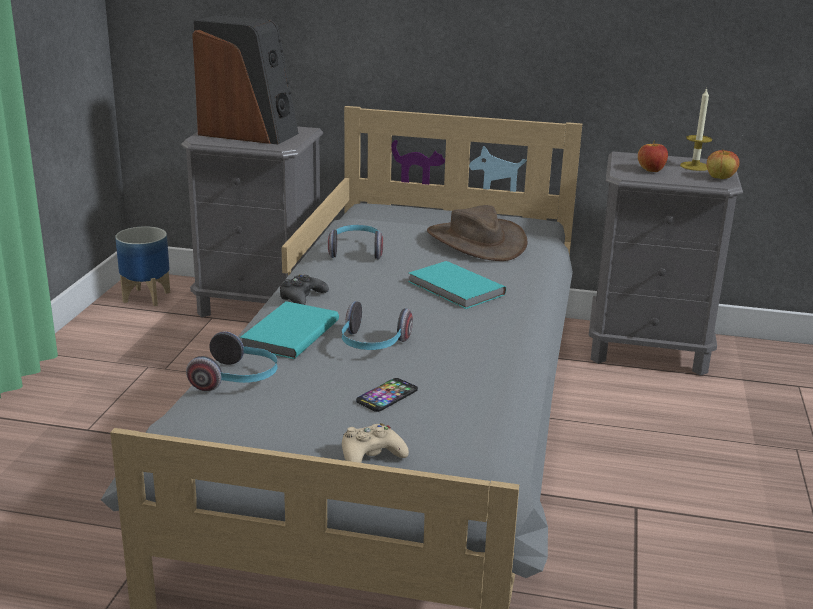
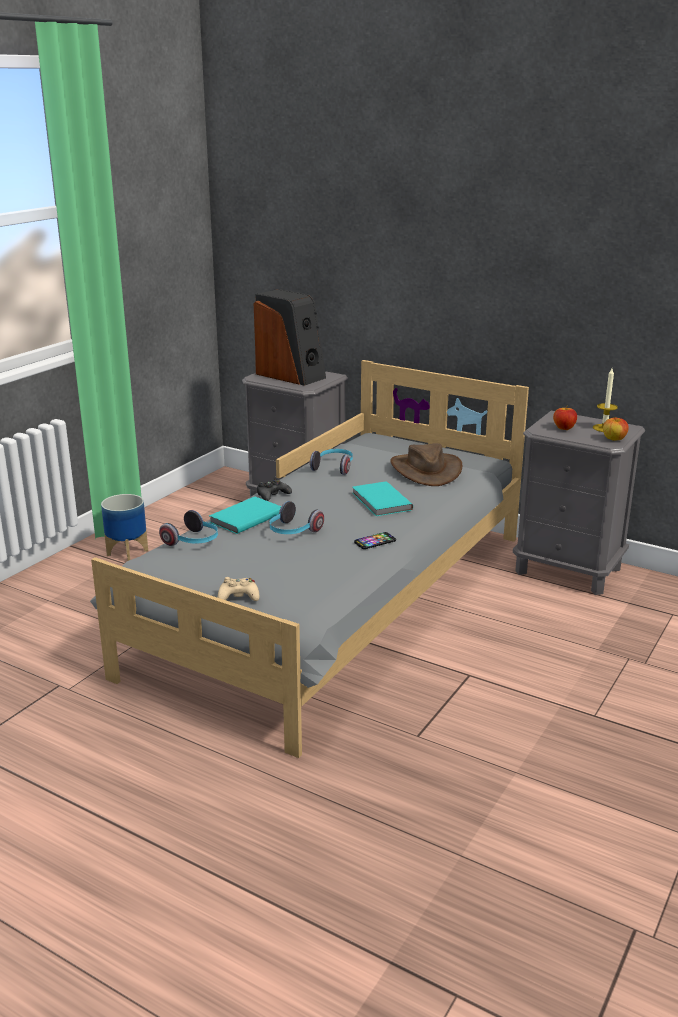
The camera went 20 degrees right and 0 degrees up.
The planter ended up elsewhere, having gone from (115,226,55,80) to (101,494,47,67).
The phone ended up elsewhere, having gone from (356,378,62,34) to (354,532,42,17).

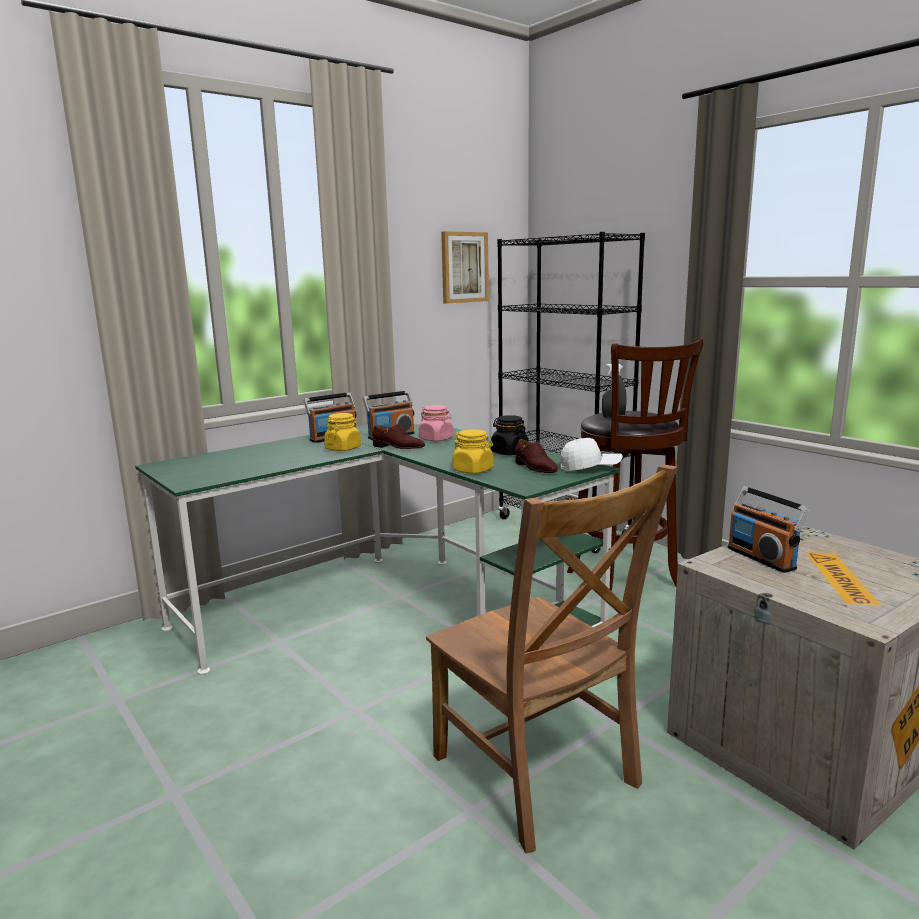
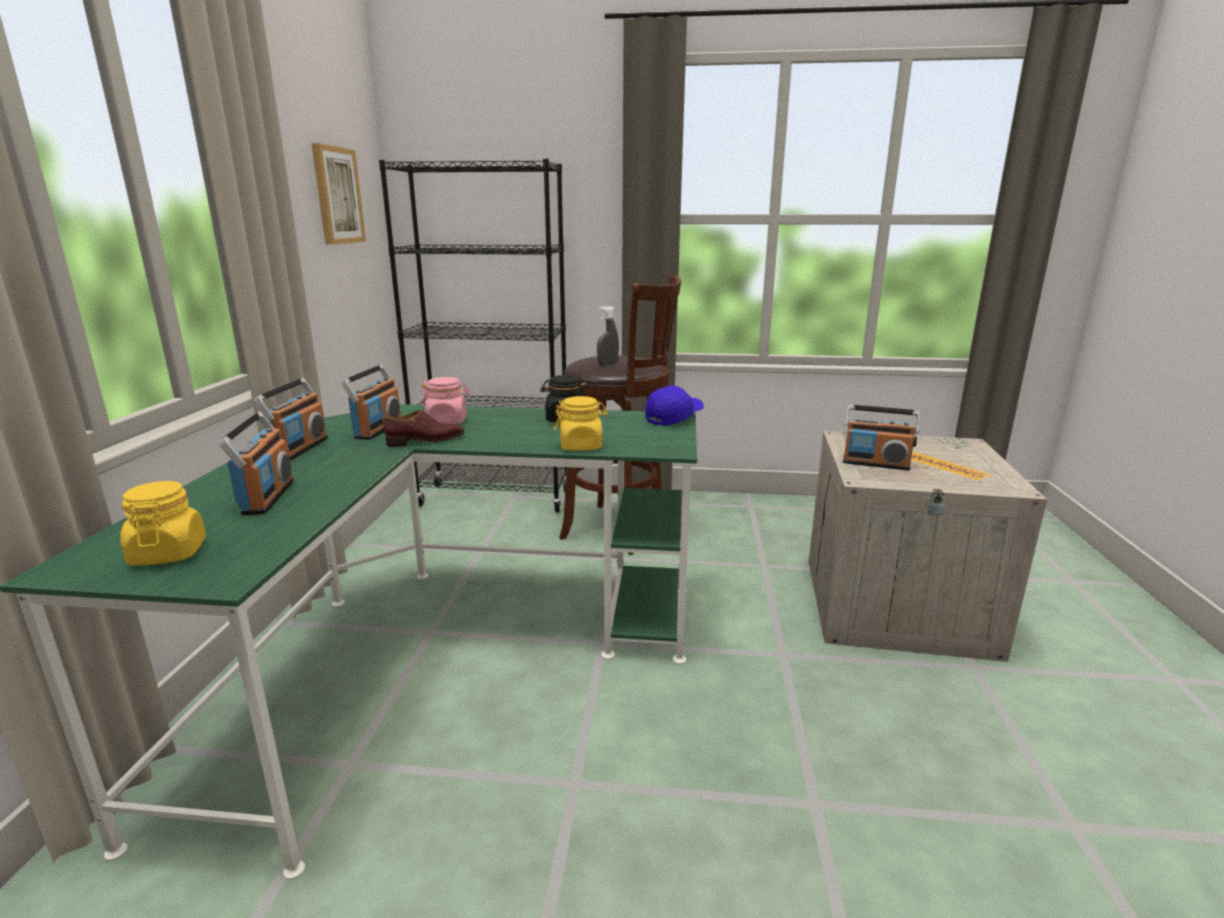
The camera went 45 degrees left and 5 degrees up.
The second view lost the chair/brown at (426,464,251,390).
The second view lost the shoe/brown at (515,439,43,34).
The second view gained the radio at (218,411,76,104).
The jar/yellow ended up elsewhere, having gone from (324,413,37,38) to (120,481,86,85).
What was the cap/white at (560,438,63,33) turned into the cap/blue at (645,386,59,40).

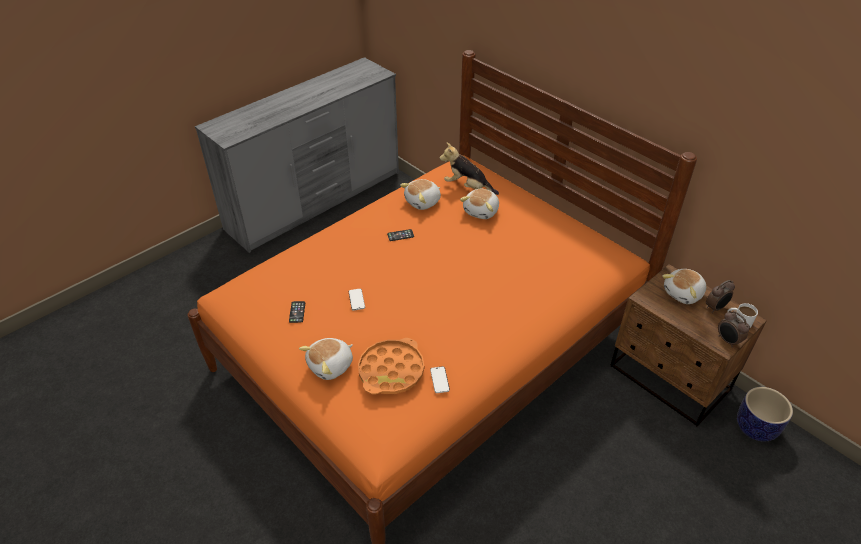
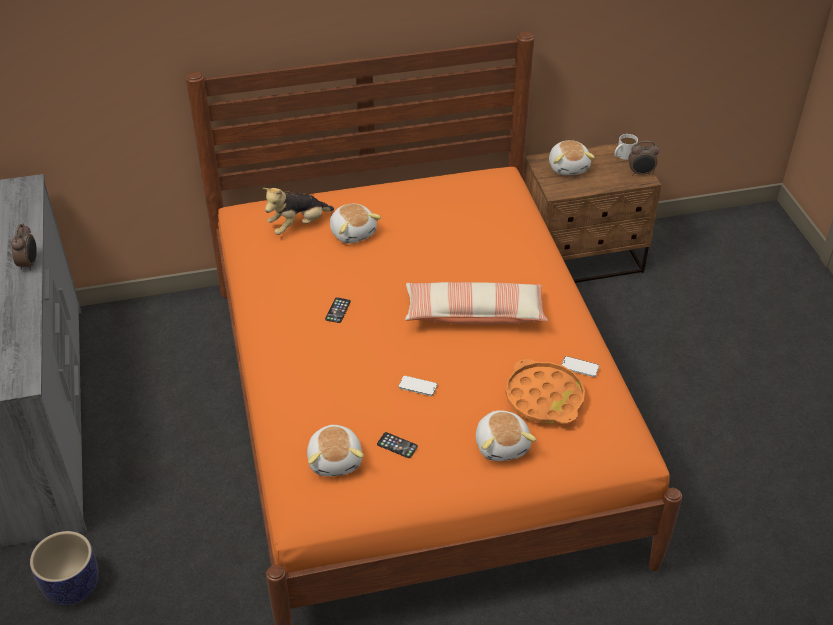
The camera went 60 degrees left and 0 degrees up.
The second view gained the pillow at (405,282,143,43).
The plush toy ended up elsewhere, having gone from (400,179,41,31) to (307,425,57,51).
The alarm clock ended up elsewhere, having gone from (706,280,29,33) to (11,224,26,47).
The planter ended up elsewhere, having gone from (737,387,56,54) to (30,531,69,74).

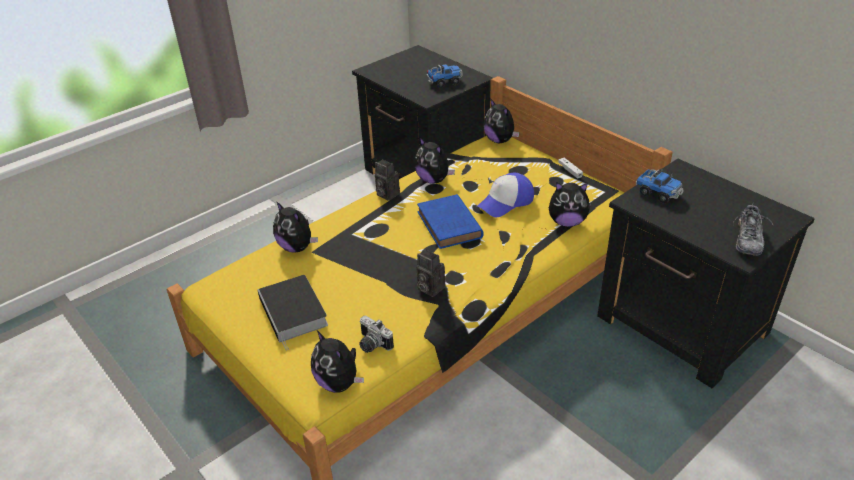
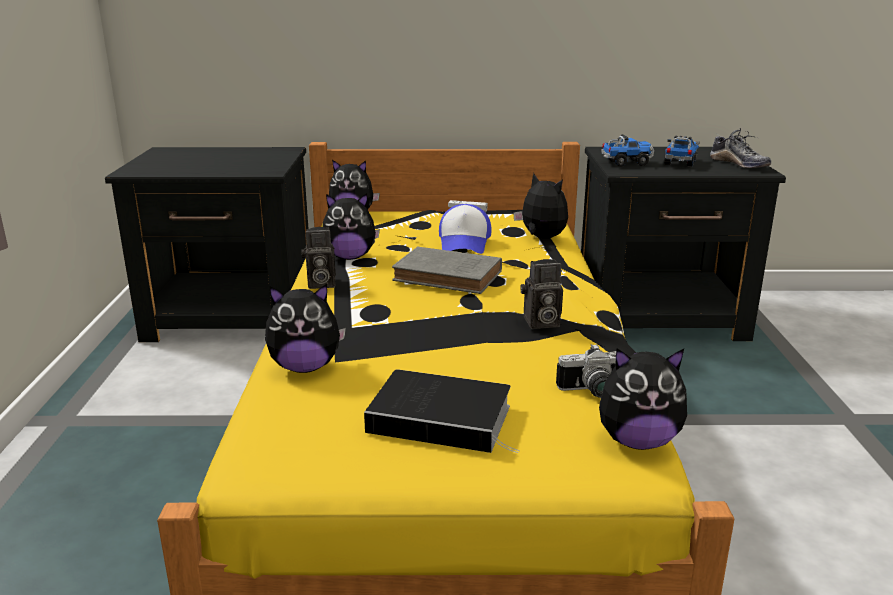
The camera went 50 degrees left and 15 degrees down.
The toy truck ended up elsewhere, having gone from (427,63,36,25) to (664,135,36,32).
What was the book/blue at (417,194,67,55) turned into the book/grey at (392,247,110,47).
The plush toy at (549,182,42,45) ended up facing another way, 90 degrees counterclockwise from before.

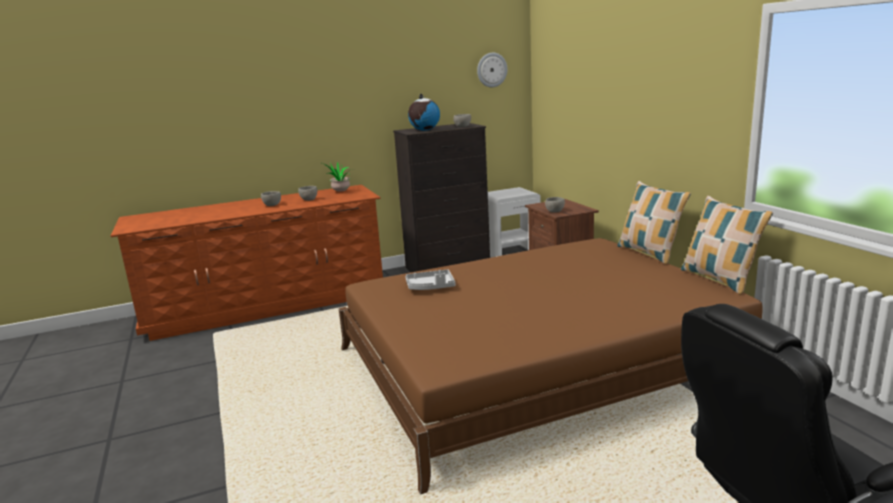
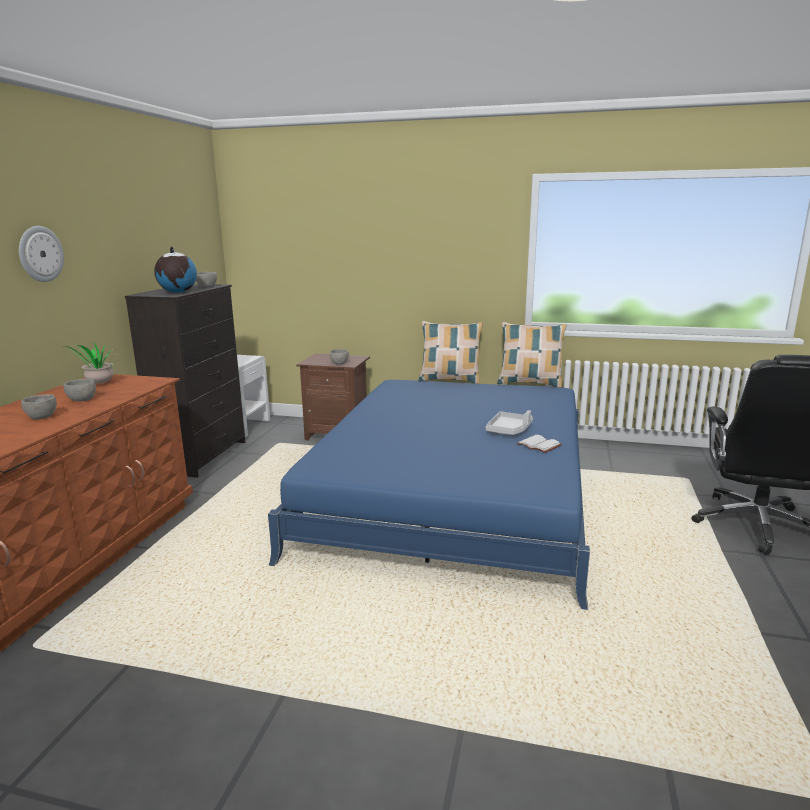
The camera went 55 degrees left and 0 degrees up.
The second view gained the book/white at (517,435,45,18).
The tray/grey ended up elsewhere, having gone from (405,269,50,21) to (486,410,47,25).
The wall clock ended up elsewhere, having gone from (477,53,30,34) to (19,226,45,56).
What was the bed/brown at (339,238,424,256) turned into the bed/blue at (268,380,322,230).

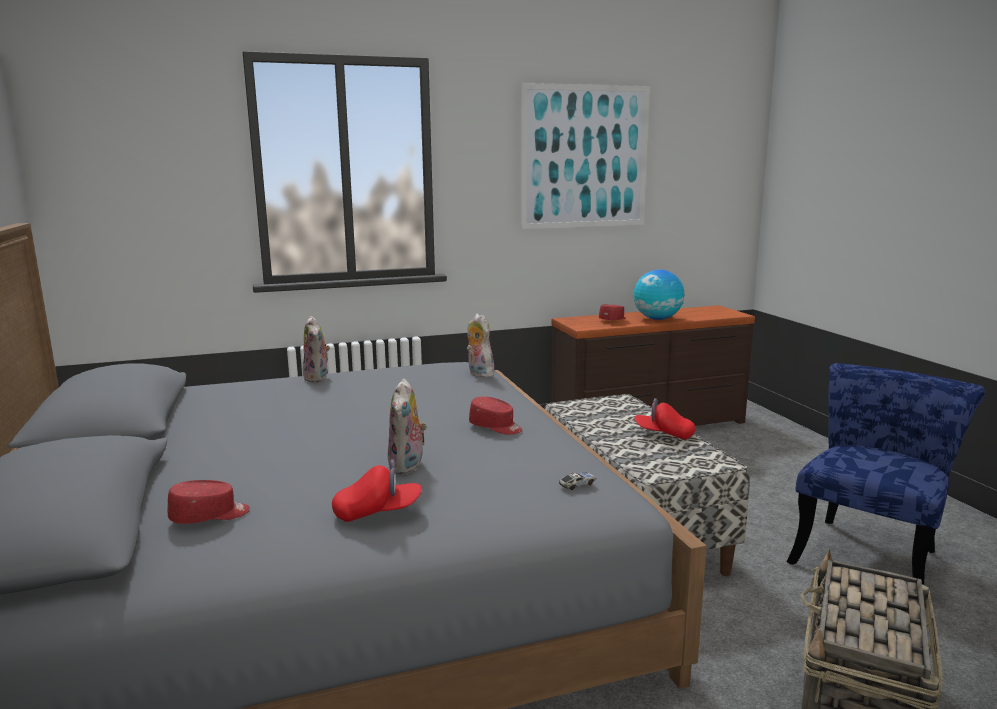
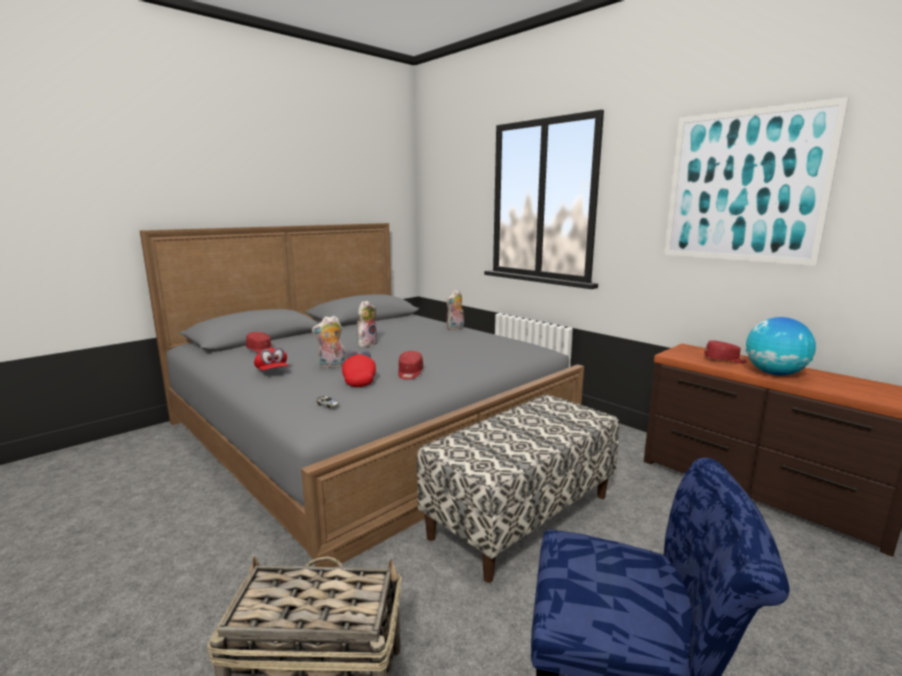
The camera went 65 degrees right and 0 degrees up.
The plush toy ended up elsewhere, having gone from (467,314,27,63) to (357,300,20,47).
The cap/red ended up elsewhere, having gone from (634,398,61,42) to (342,351,34,36).

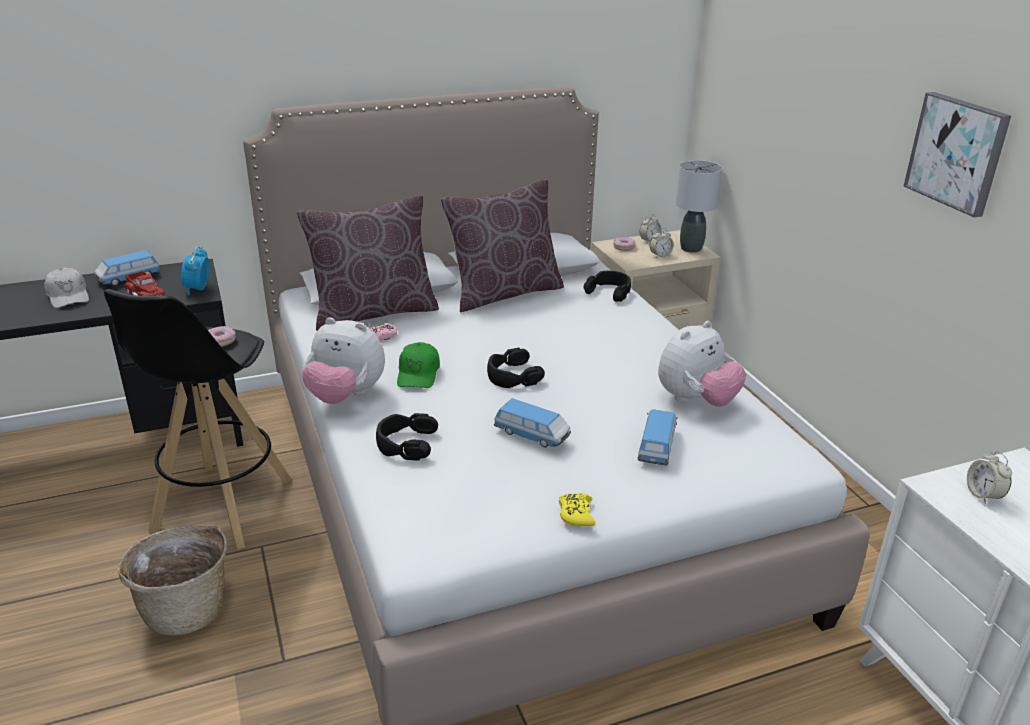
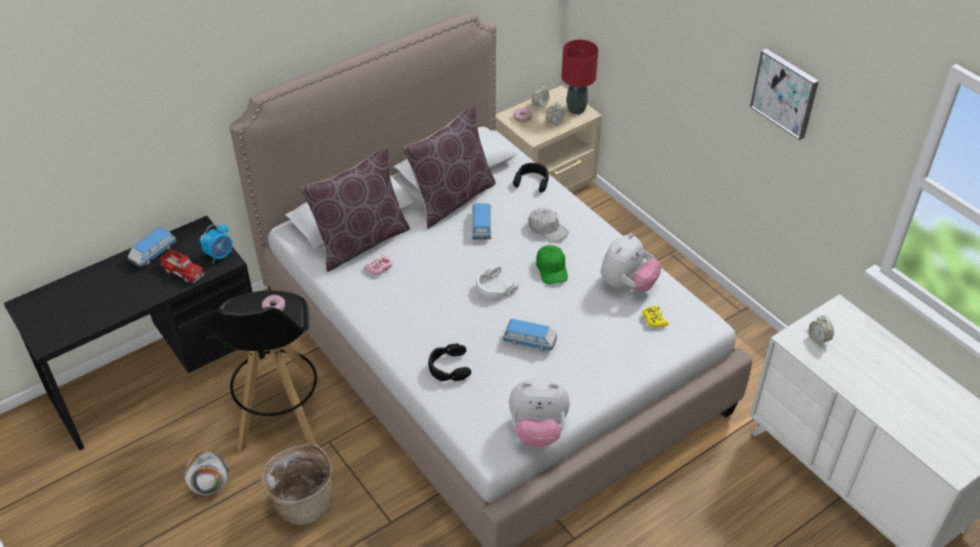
The camera went 15 degrees left and 15 degrees up.
The second view gained the football at (184,452,45,43).
The cap/white ended up elsewhere, having gone from (44,268,45,40) to (528,208,41,35).
The plush toy ended up elsewhere, having gone from (302,317,83,87) to (509,377,61,70).
The cap/green ended up elsewhere, having gone from (397,342,43,46) to (536,245,32,39).
The game controller/yellow ended up elsewhere, having gone from (559,493,37,33) to (642,306,27,22).
The toy car ended up elsewhere, having gone from (638,409,40,56) to (472,204,19,35).
What was the headphones/black at (487,348,58,40) turned into the headphones/white at (476,265,43,36).
What was the table lamp/grey at (676,160,47,93) turned into the table lamp/red at (562,40,36,74).
The alarm clock at (181,246,28,49) ended up facing another way, 120 degrees counterclockwise from before.

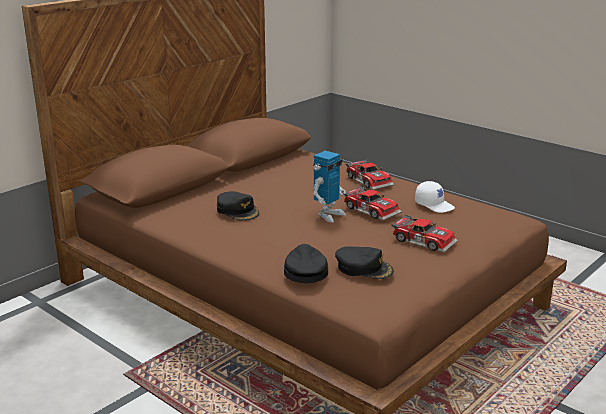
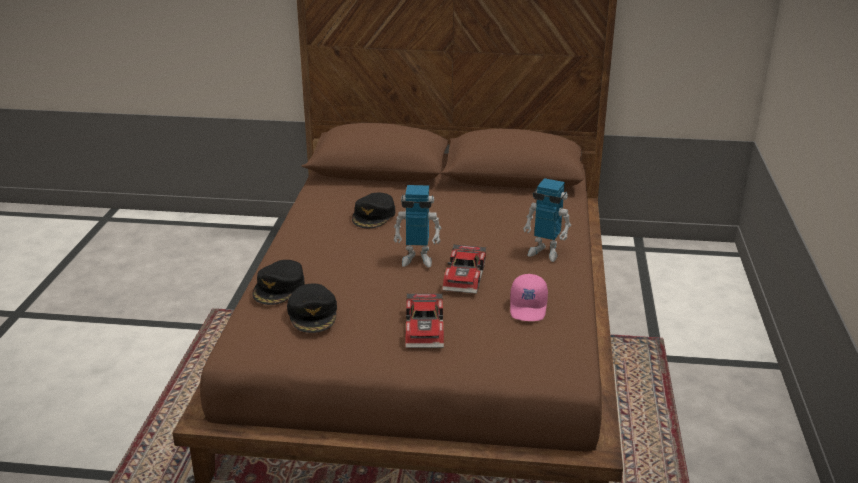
The camera went 55 degrees right and 5 degrees up.
Where the toy car stood at (345,159,49,31), the toy robot came to stand at (523,178,48,84).
What was the cap/white at (415,181,40,32) turned into the cap/pink at (510,274,38,47).
The cap/black at (284,244,44,39) ended up facing another way, 150 degrees clockwise from before.

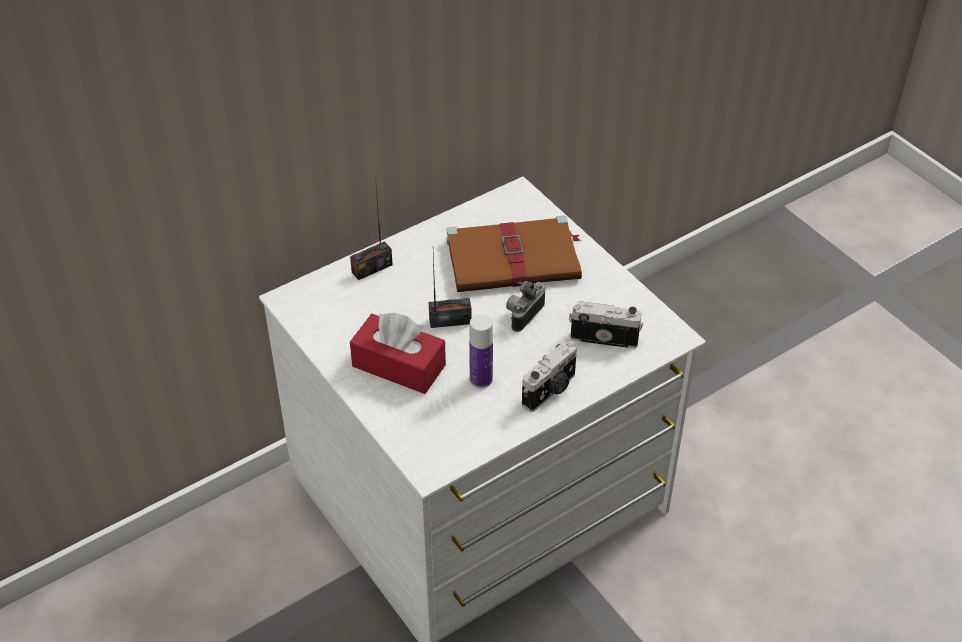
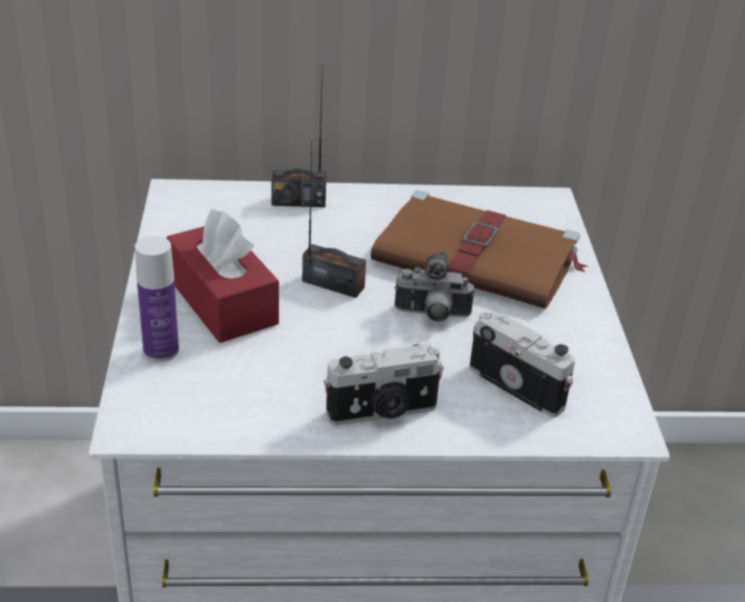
The camera went 30 degrees right and 10 degrees down.
The bottle ended up elsewhere, having gone from (469,314,24,74) to (135,236,44,126).
The photo camera at (506,281,39,51) ended up facing another way, 150 degrees counterclockwise from before.

